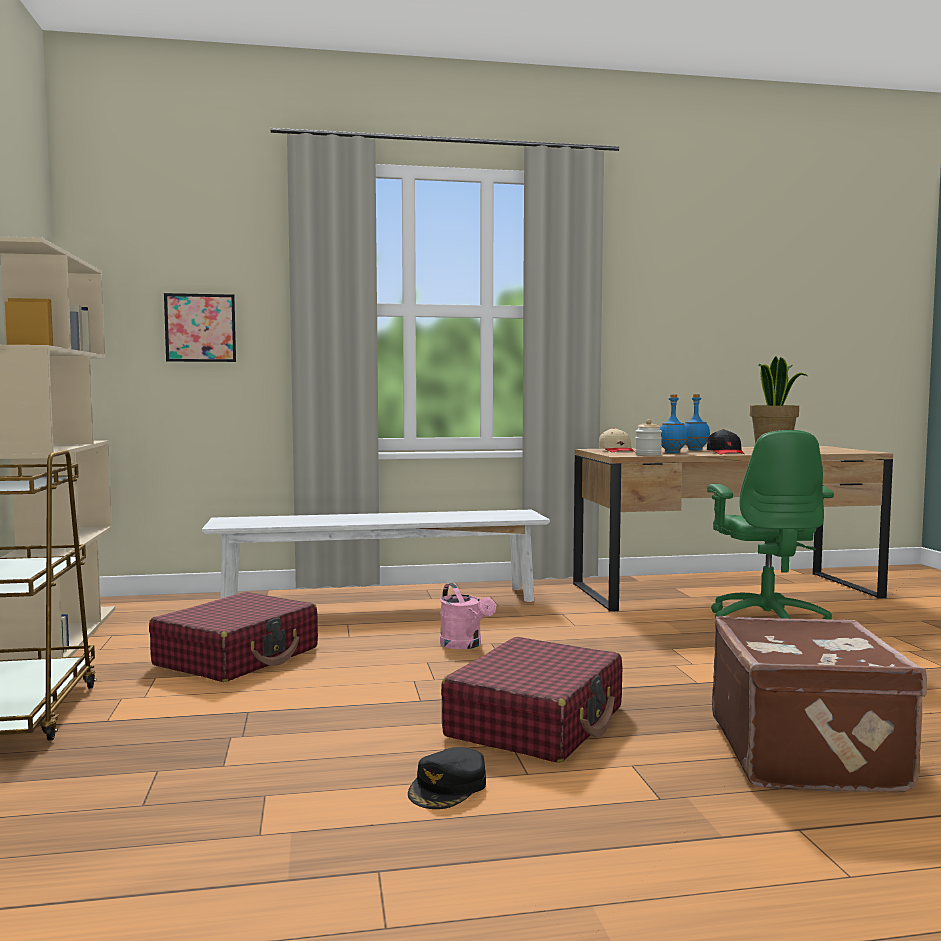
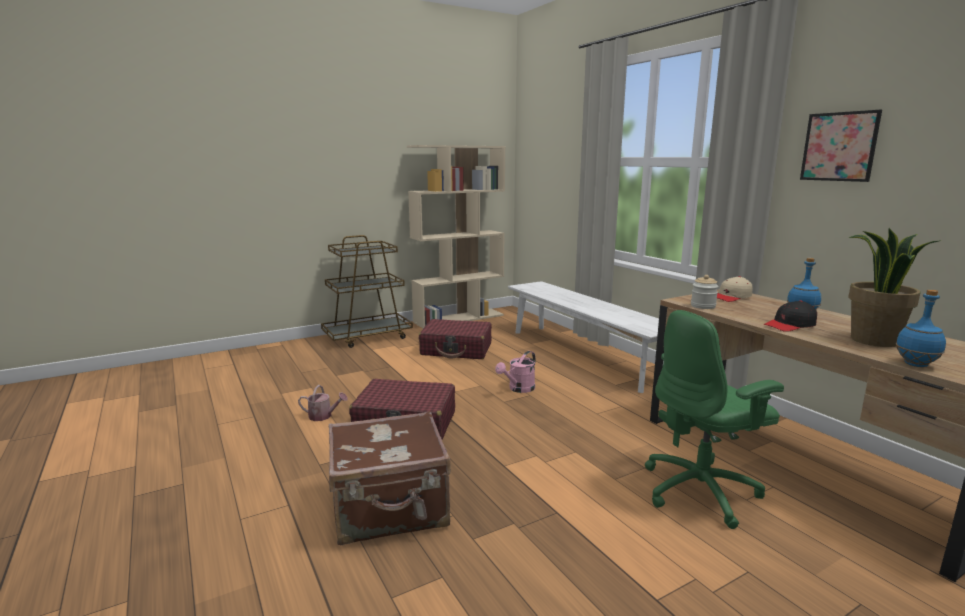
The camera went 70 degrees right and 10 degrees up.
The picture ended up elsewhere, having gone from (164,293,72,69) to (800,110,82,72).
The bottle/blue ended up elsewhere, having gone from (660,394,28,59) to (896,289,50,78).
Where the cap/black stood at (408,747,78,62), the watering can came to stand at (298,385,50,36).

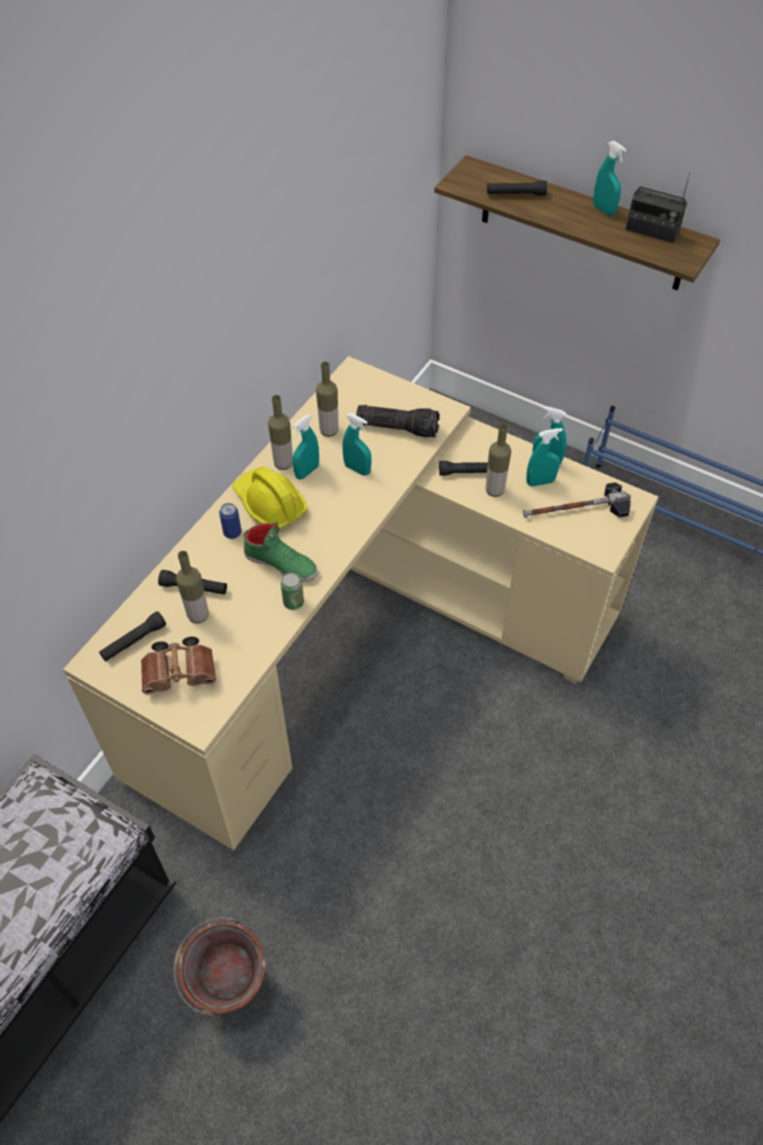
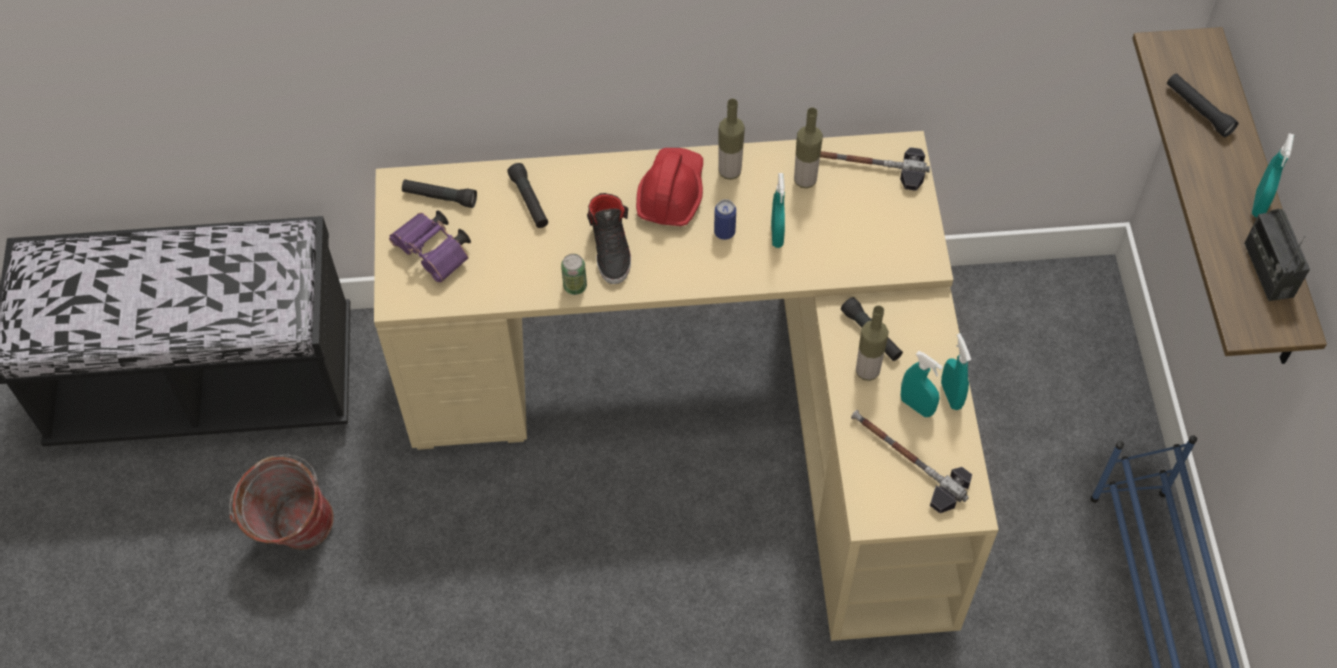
The camera went 55 degrees right and 5 degrees up.
The second view lost the bottle at (176,551,32,73).
The second view lost the spray bottle/turquoise at (293,415,26,65).
The second view lost the flashlight at (356,405,84,33).
The second view gained the hammer at (820,147,110,44).
The can ended up elsewhere, having gone from (219,503,22,36) to (714,199,22,41).
What was the binoculars/brown at (141,637,75,58) turned into the binoculars/purple at (389,210,82,72).
What was the hard hat/yellow at (232,467,76,62) turned into the hard hat/red at (636,148,67,78).
What was the shoe/green at (244,522,74,60) turned into the shoe/black at (587,193,44,91).

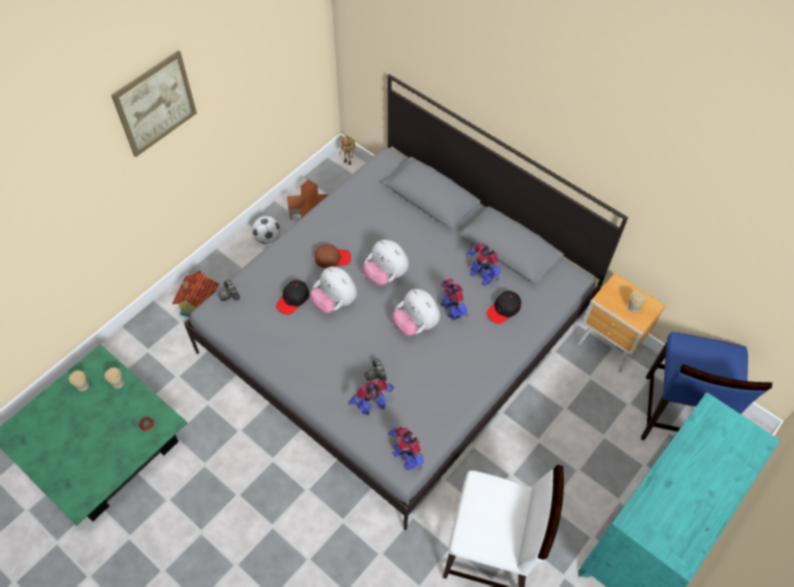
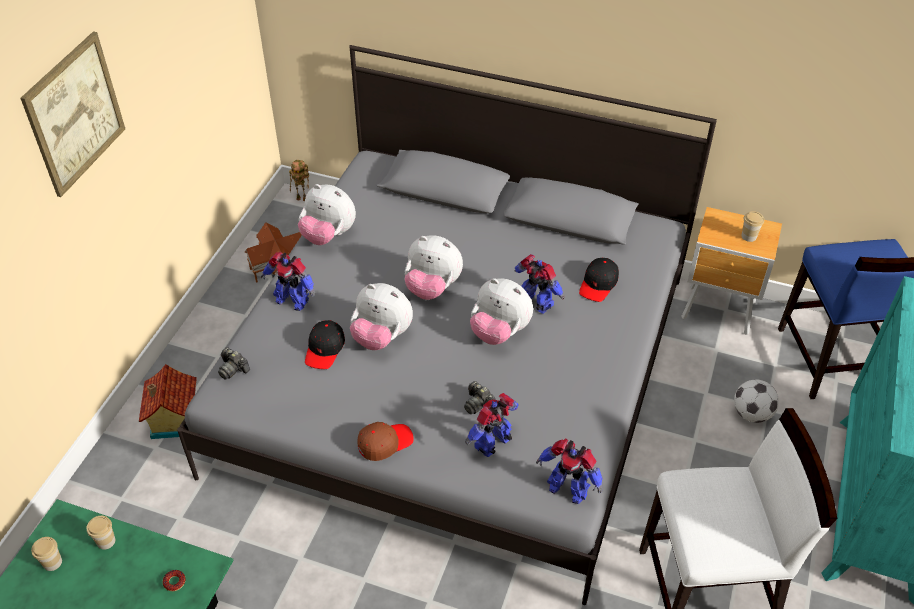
The camera went 20 degrees left and 10 degrees down.
The second view gained the plush toy at (298,184,58,61).
The football ended up elsewhere, having gone from (252,216,28,28) to (734,379,45,44).
The cap/brown ended up elsewhere, having gone from (314,244,37,24) to (357,422,57,39).
The toy robot ended up elsewhere, having gone from (465,243,36,42) to (261,252,54,59).

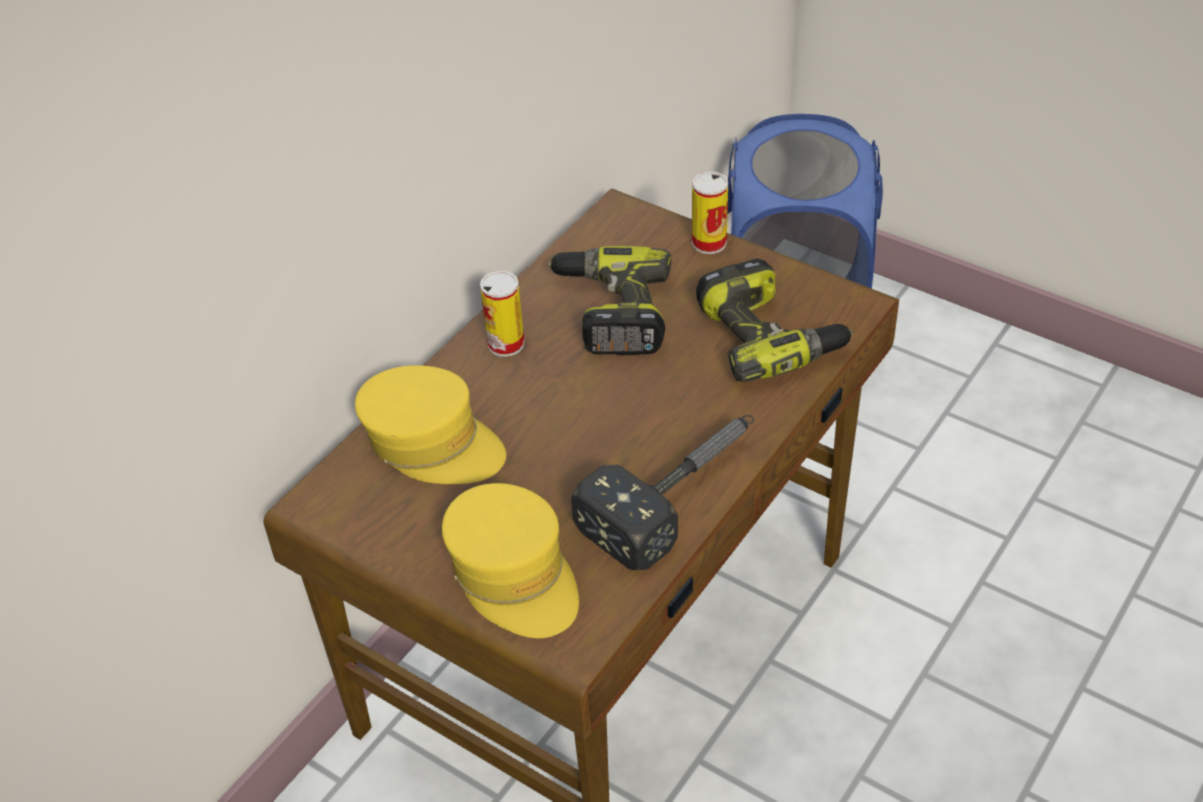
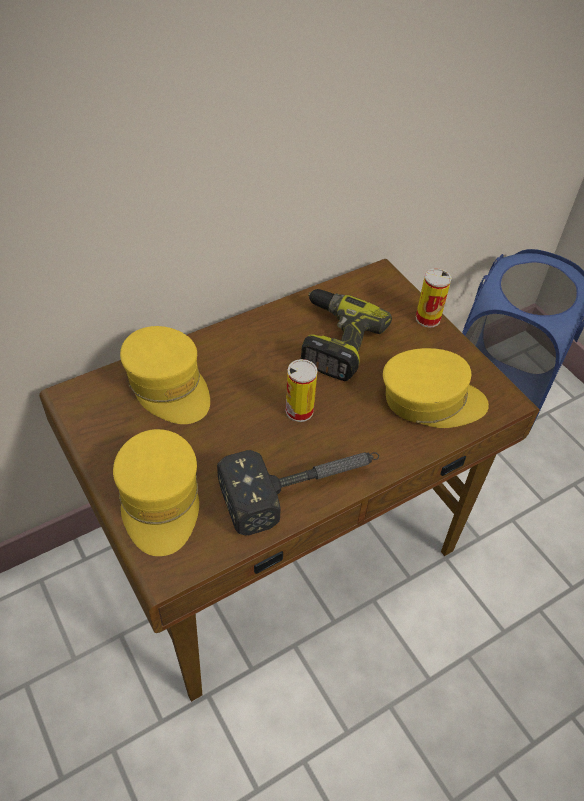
The camera went 20 degrees right and 5 degrees up.
The can ended up elsewhere, having gone from (480,271,45,86) to (286,359,32,63).
Where the power drill stood at (696,258,157,124), the cap/yellow came to stand at (383,348,106,80).

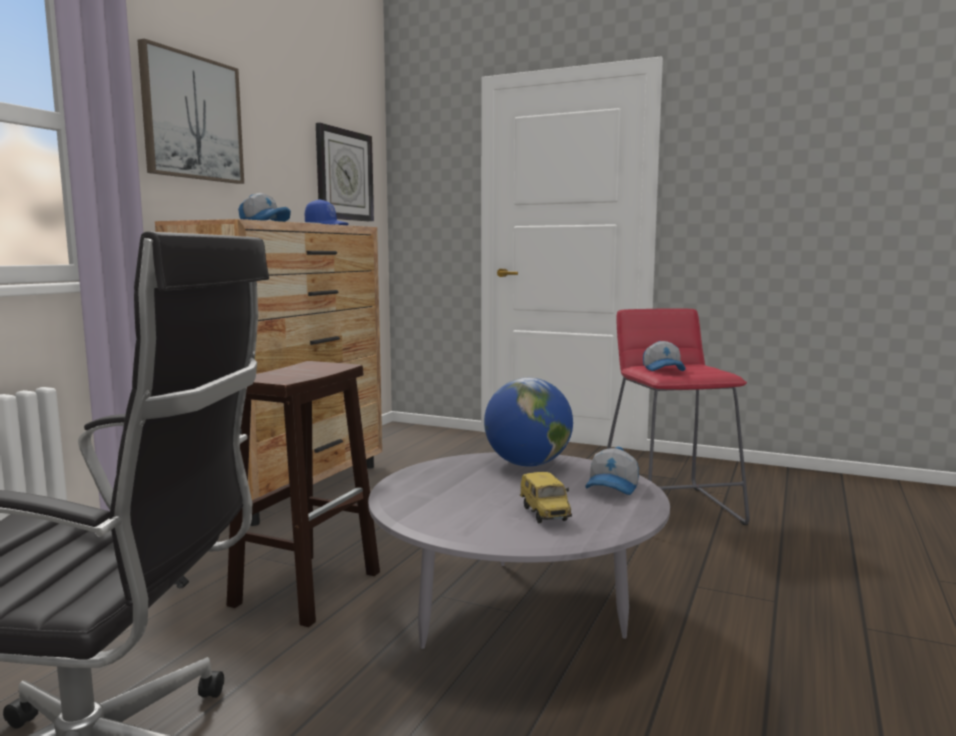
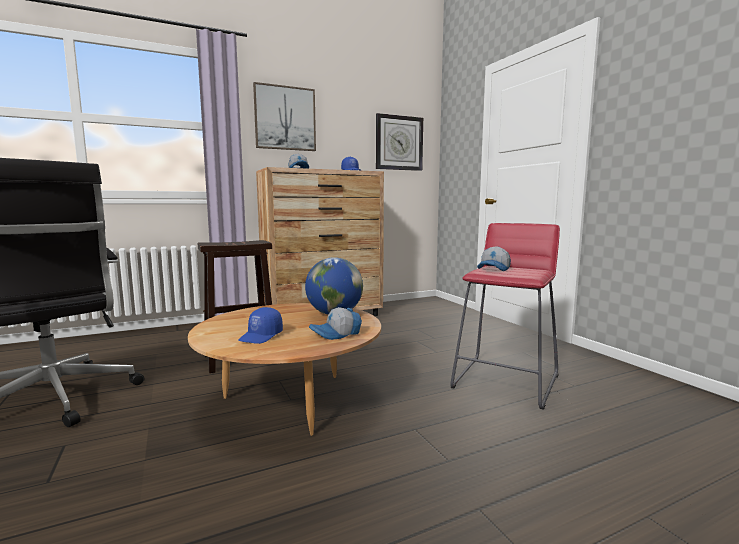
The camera went 40 degrees right and 0 degrees up.
Where the toy car stood at (520,472,52,51), the cap/blue came to stand at (238,307,45,37).
What was the coffee table/grey at (368,452,302,197) turned into the coffee table/brown at (188,303,193,133).

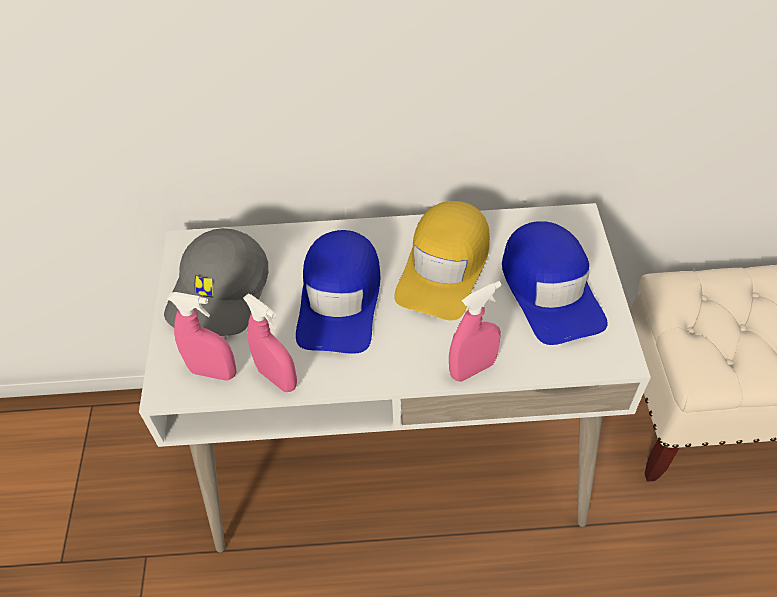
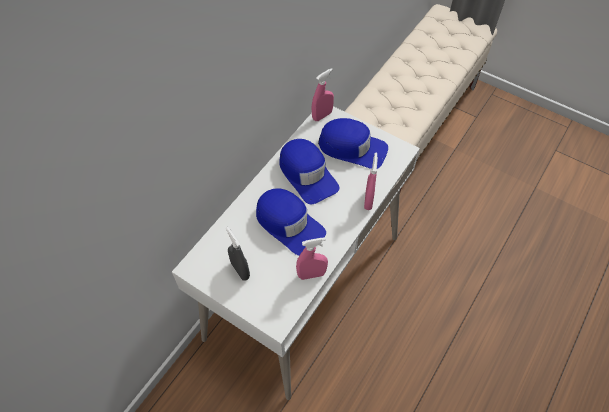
The camera went 55 degrees left and 5 degrees up.
The spray bottle/pink ended up elsewhere, having gone from (167,292,69,89) to (312,68,22,53).
Where the cap/grey stood at (164,228,104,108), the spray bottle/grey came to stand at (226,227,24,54).
What was the cap/yellow at (394,201,96,119) turned into the cap/blue at (280,139,60,65).

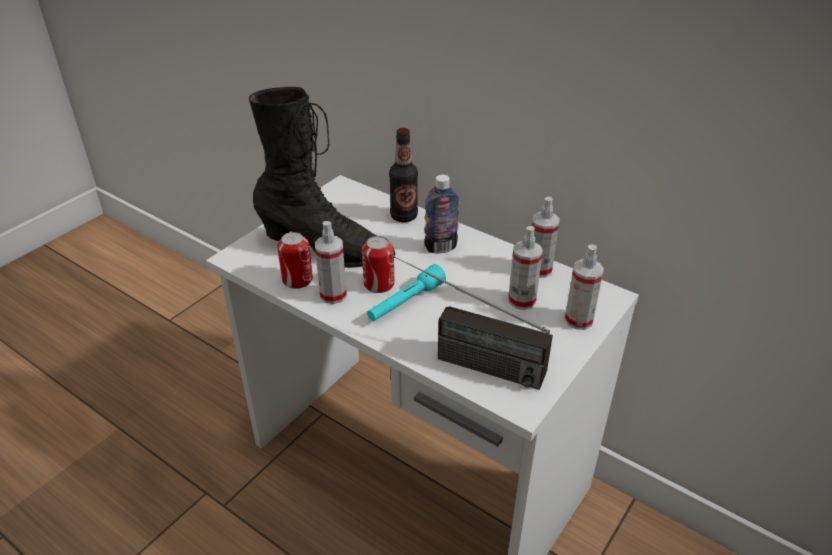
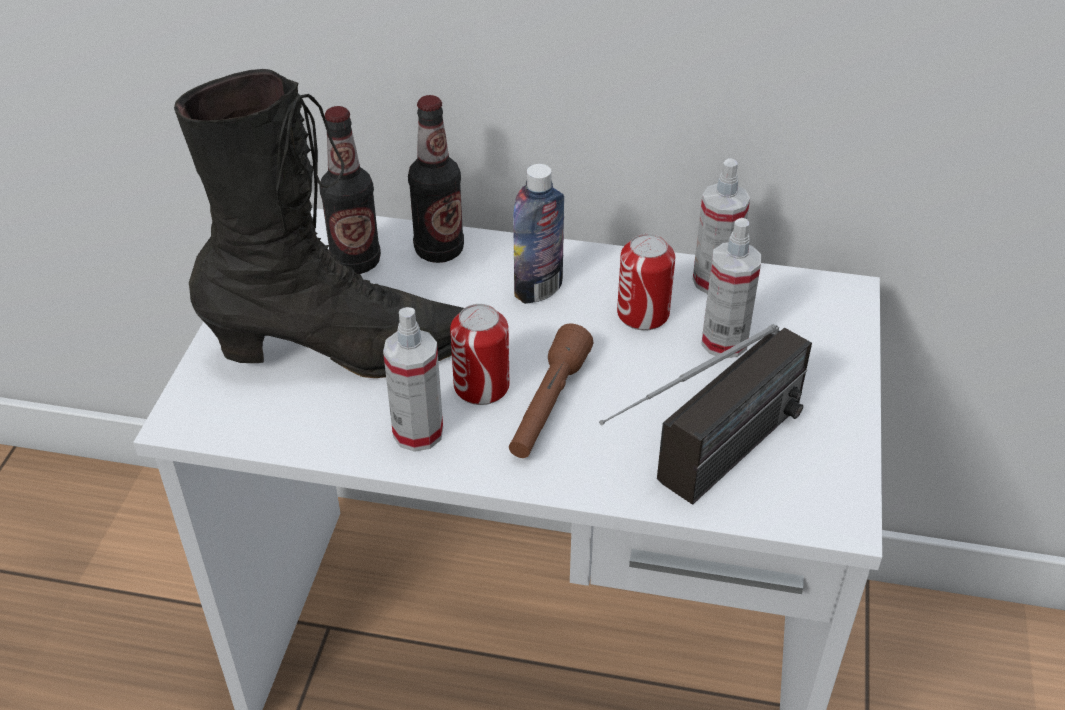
The camera went 25 degrees left and 5 degrees up.
The second view lost the spray bottle at (565,245,39,85).
The second view gained the bottle at (319,106,62,168).
The can ended up elsewhere, having gone from (277,232,36,57) to (617,234,58,96).
What was the flashlight/turquoise at (367,264,79,58) turned into the flashlight/brown at (509,323,85,135).
The radio at (393,255,160,135) ended up facing another way, 45 degrees counterclockwise from before.

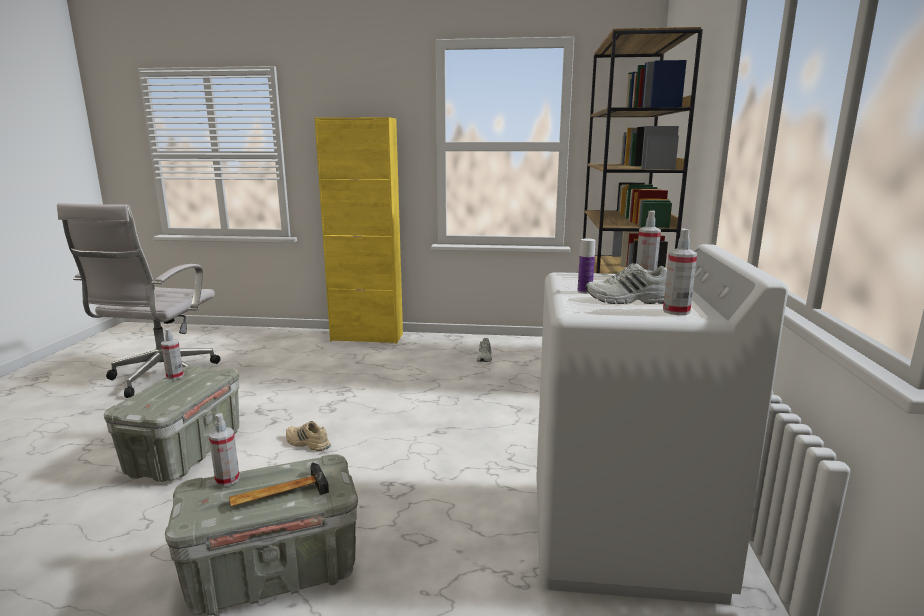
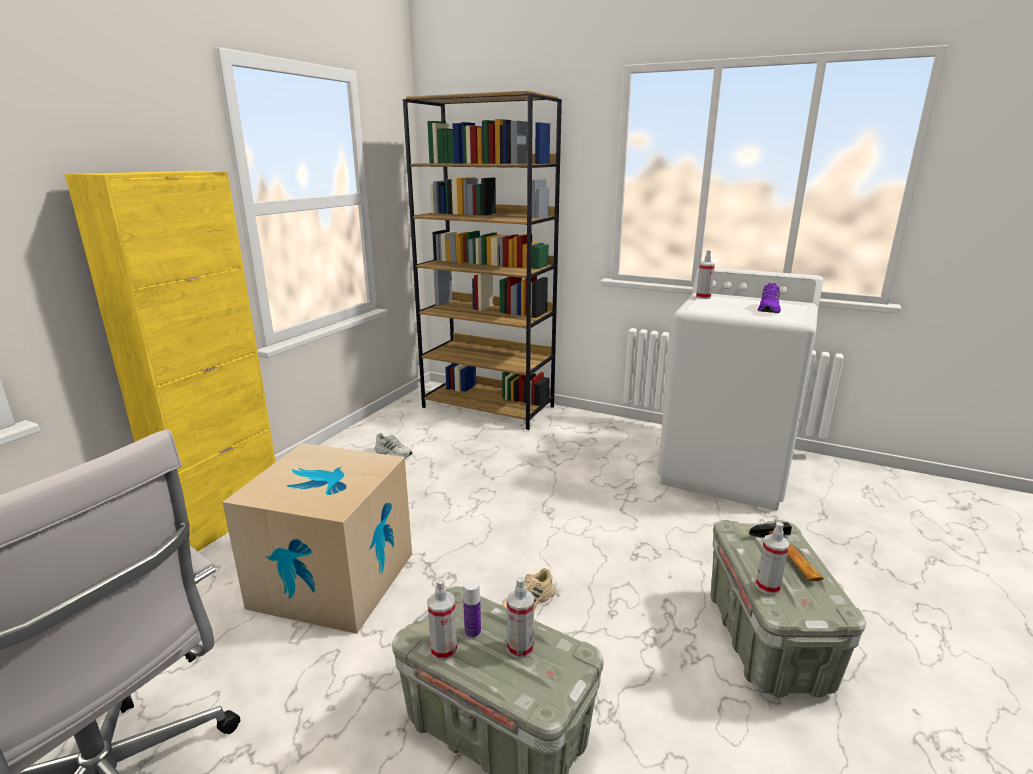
The camera went 70 degrees left and 5 degrees up.
The second view gained the cardboard box at (222,443,190,191).
The bottle ended up elsewhere, having gone from (577,239,18,55) to (463,579,18,60).
The spray bottle ended up elsewhere, having gone from (663,229,34,86) to (507,577,27,81).
What was the shoe/white at (586,263,81,41) turned into the shoe/purple at (758,283,23,30).

